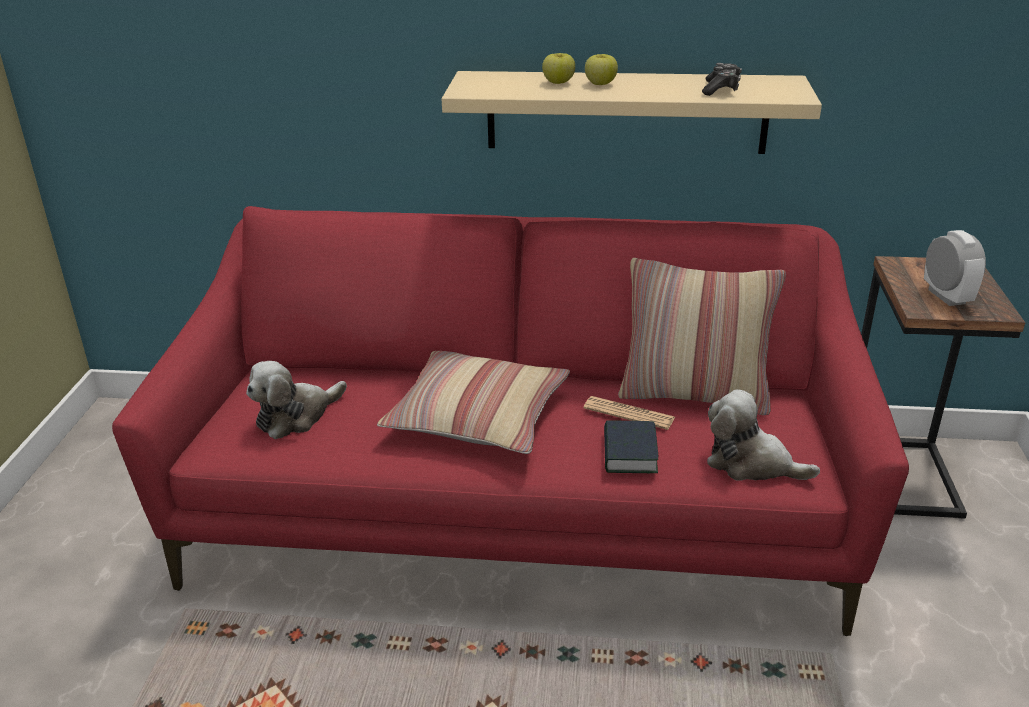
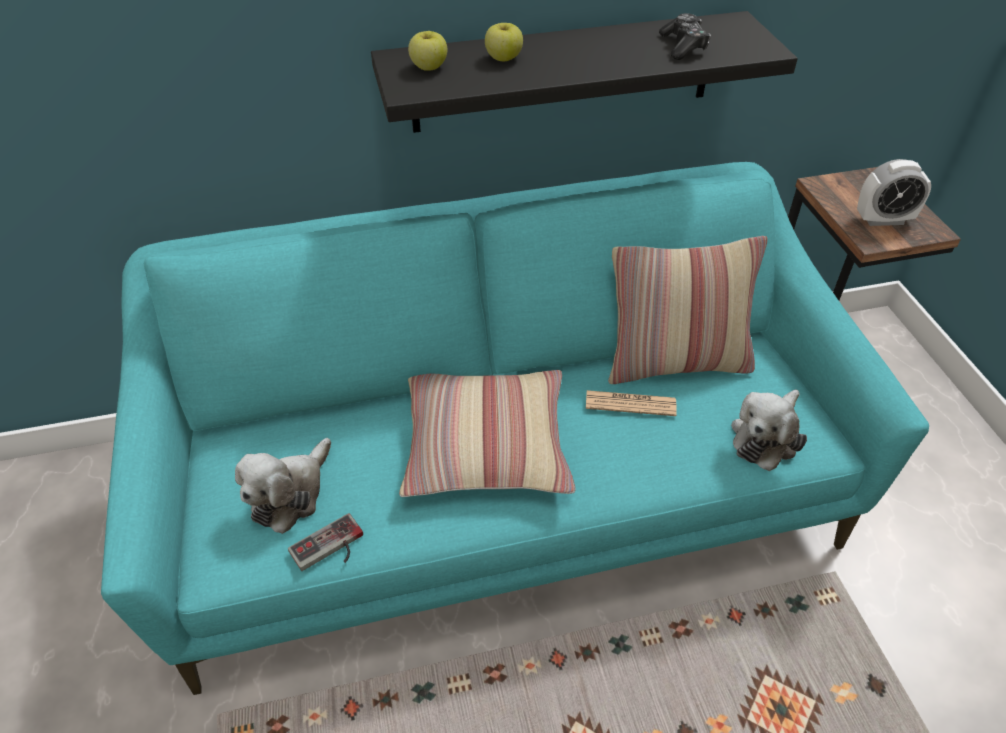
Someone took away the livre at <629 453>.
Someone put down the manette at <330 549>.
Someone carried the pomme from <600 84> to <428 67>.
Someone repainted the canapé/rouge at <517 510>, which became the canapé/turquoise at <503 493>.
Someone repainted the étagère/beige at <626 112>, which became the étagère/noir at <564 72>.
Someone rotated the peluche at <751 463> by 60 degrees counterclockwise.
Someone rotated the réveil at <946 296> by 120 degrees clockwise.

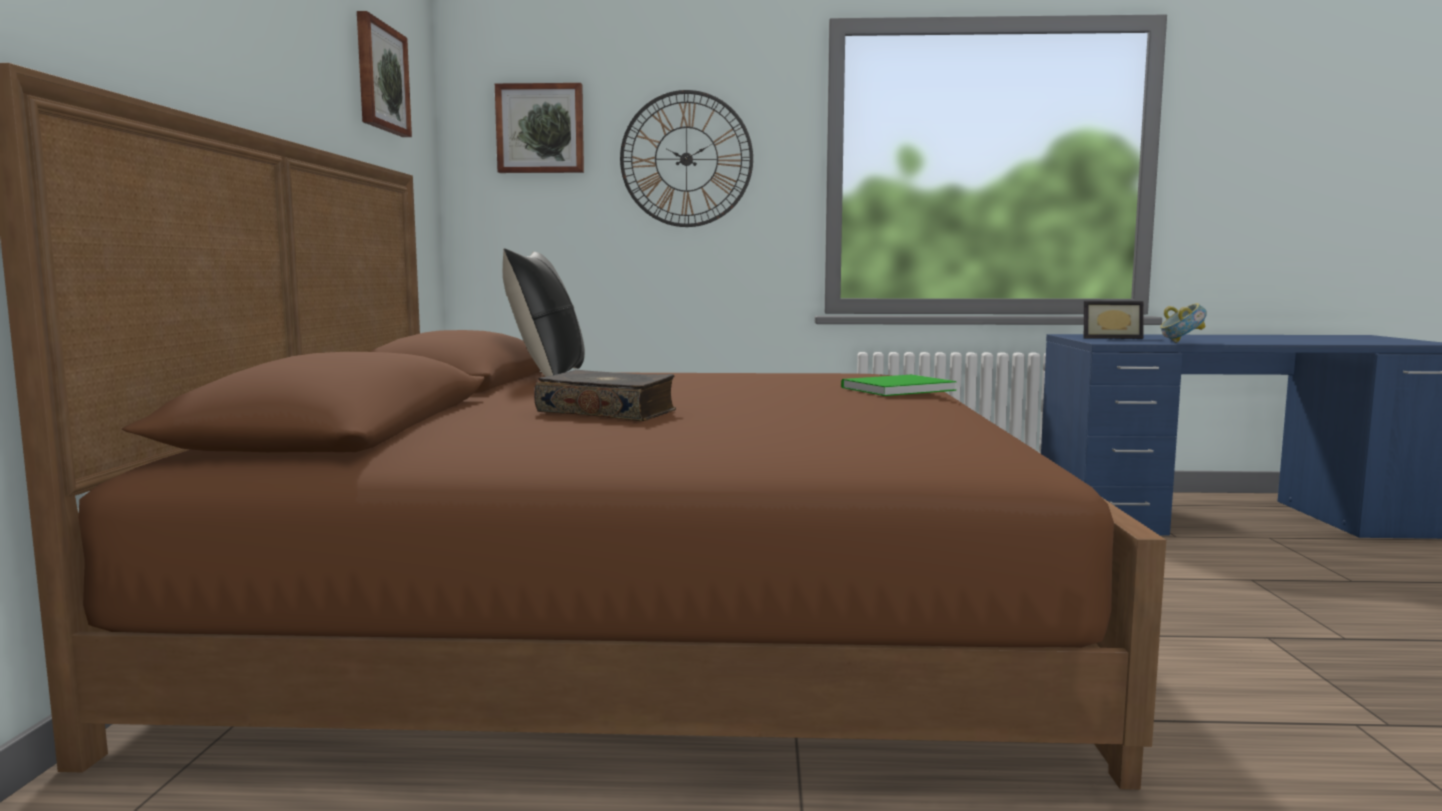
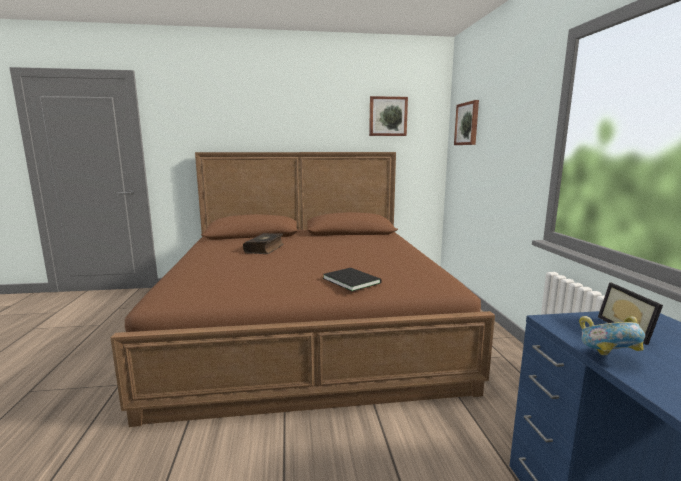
Someone took away the coussin/noir at <548 375>.
Someone took away the horloge murale at <686 159>.
Someone repainted the livre/vert at <894 389>, which became the livre/noir at <351 280>.

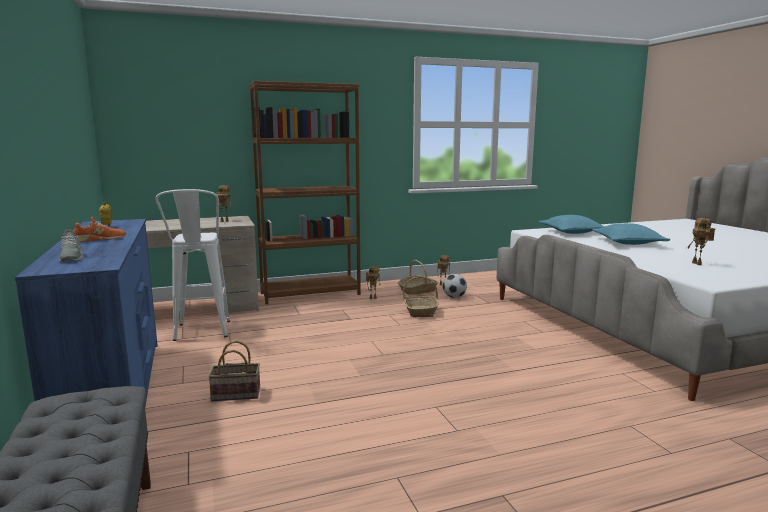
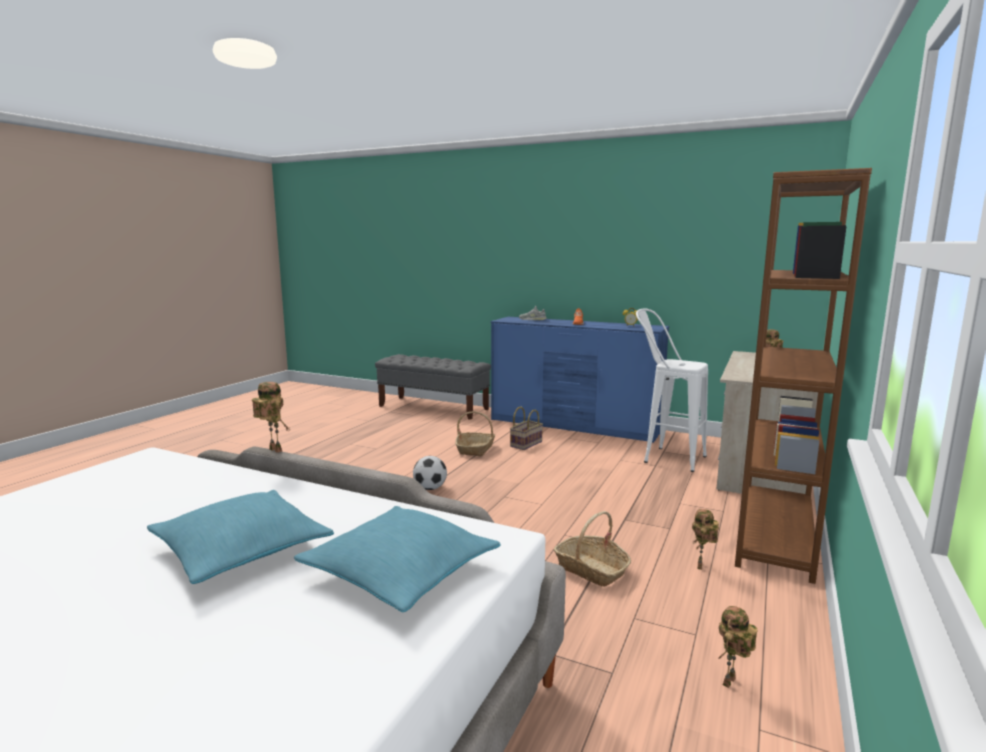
Someone carried the panier from <417 290> to <475 449>.
Someone carried the ballon de foot from <454 297> to <430 488>.
Someone carried the robot jouet from <698 264> to <273 450>.

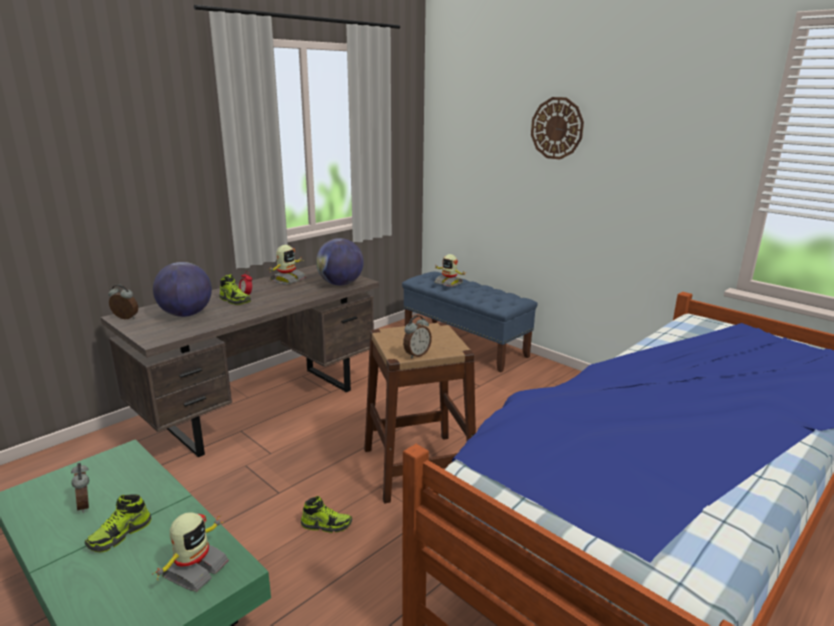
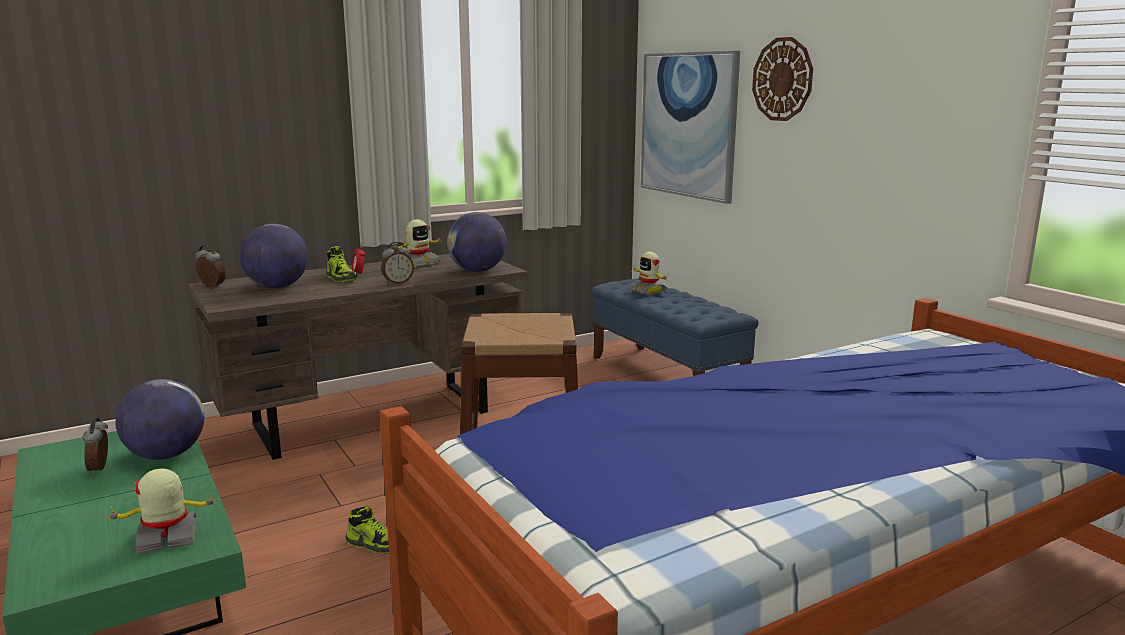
Someone took away the chaussure at <120 535>.
Someone put down the globe at <166 455>.
Someone put up the tableau at <688 125>.
Someone carried the réveil from <416 354> to <398 282>.
Someone rotated the robot jouet at <194 569> by 150 degrees counterclockwise.

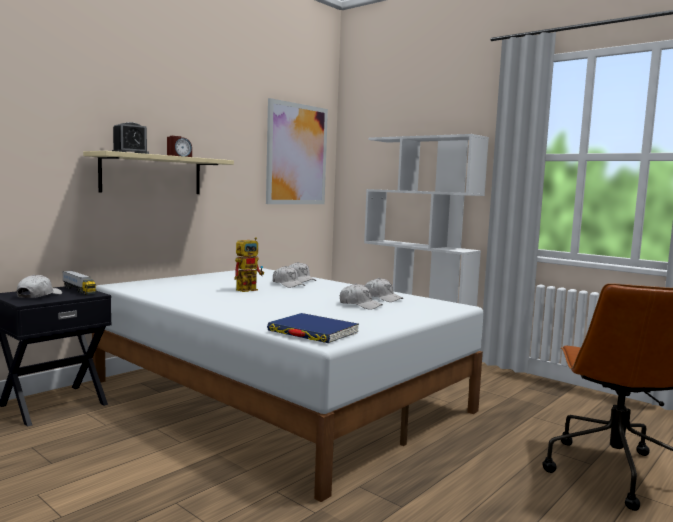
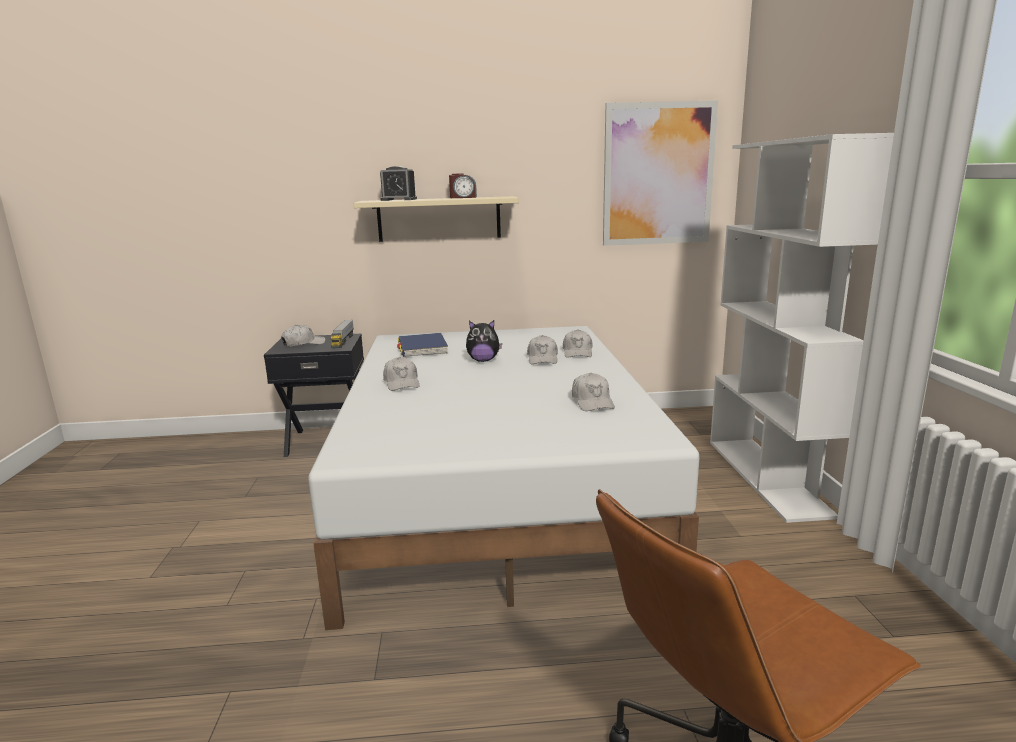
Someone carried the livre/bleu from <313 332> to <422 348>.
Someone carried the casquette/blanc from <360 305> to <402 383>.
Someone swapped the robot jouet at <249 289> for the peluche at <483 360>.

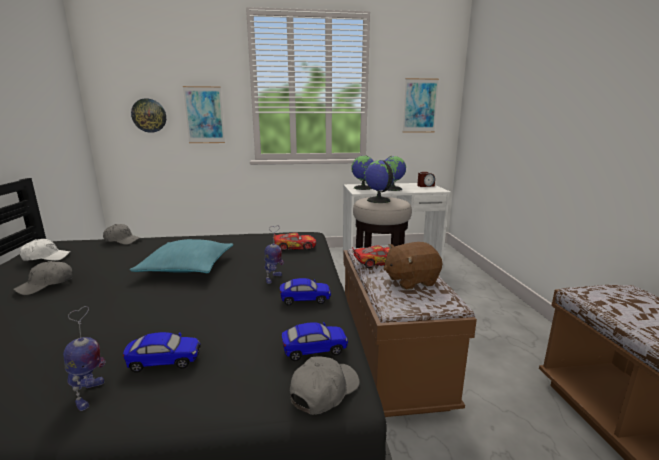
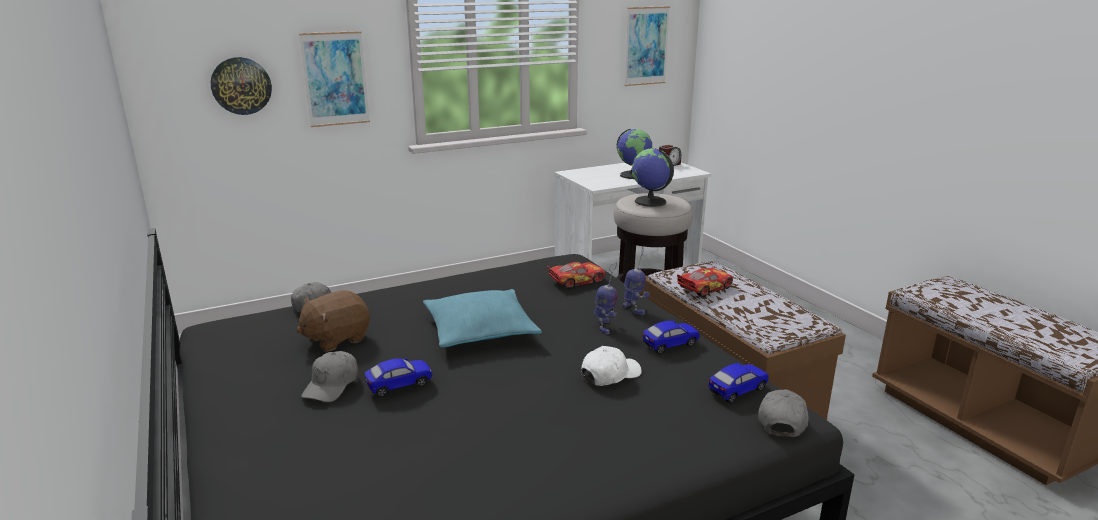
Someone took away the globe at <363 188>.
Someone carried the casquette/blanc from <46 257> to <610 374>.
Someone carried the robot jouet from <90 395> to <634 309>.
Someone carried the petite voiture from <165 361> to <399 385>.
Someone carried the peluche/marron from <410 281> to <336 339>.

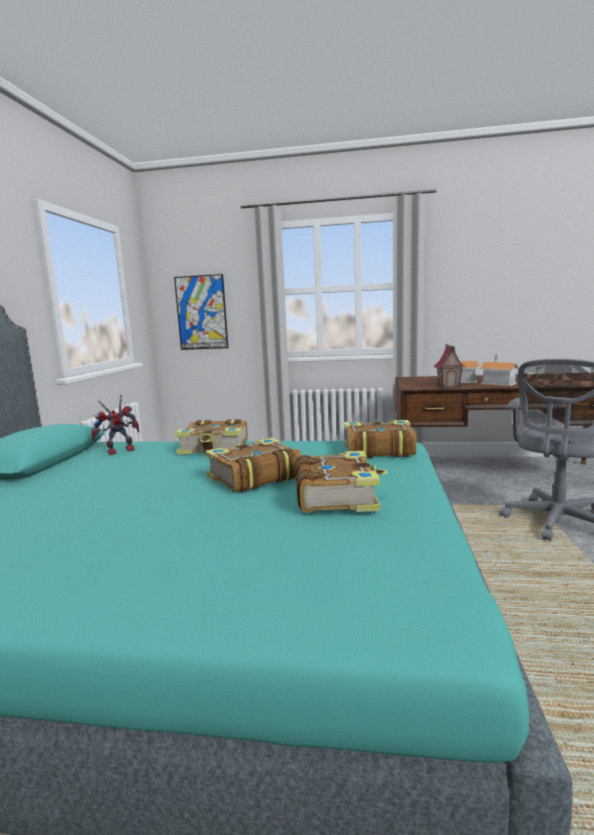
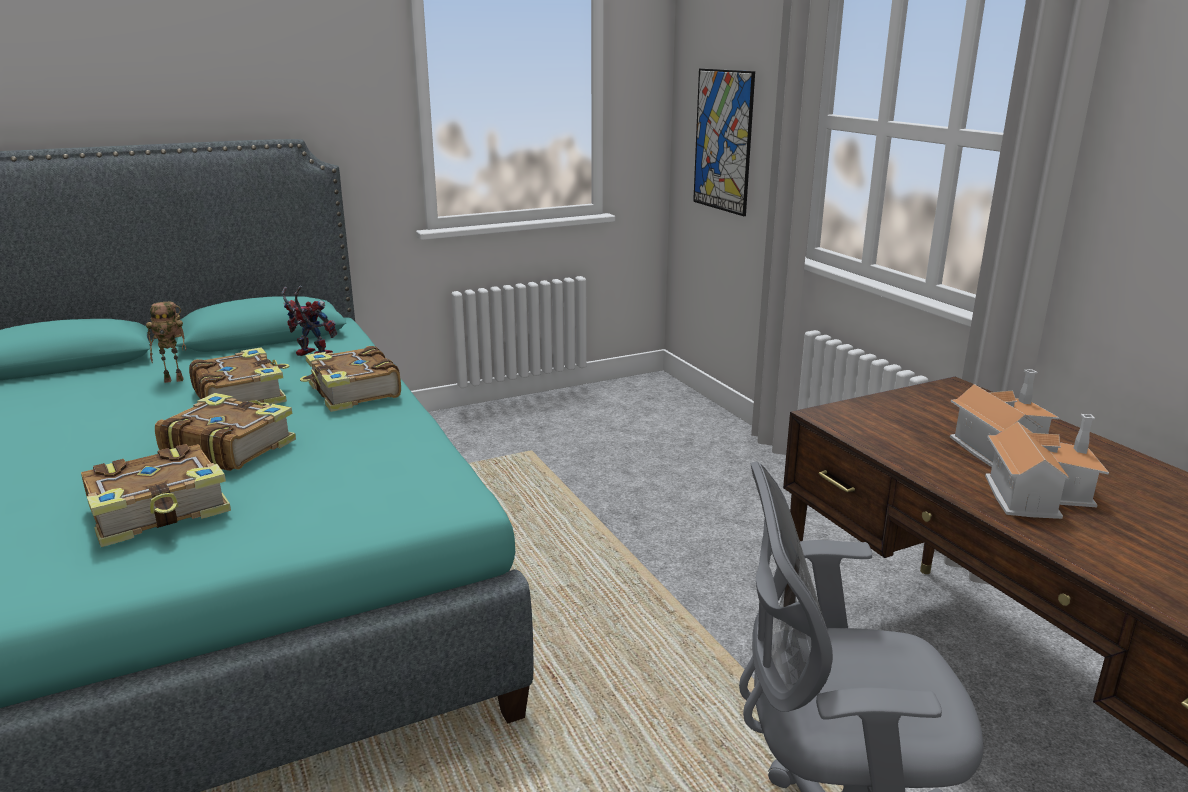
Someone took away the maison miniature at <449 386>.
Someone put down the robot jouet at <175 379>.
Someone carried the livre from <378 450> to <241 395>.

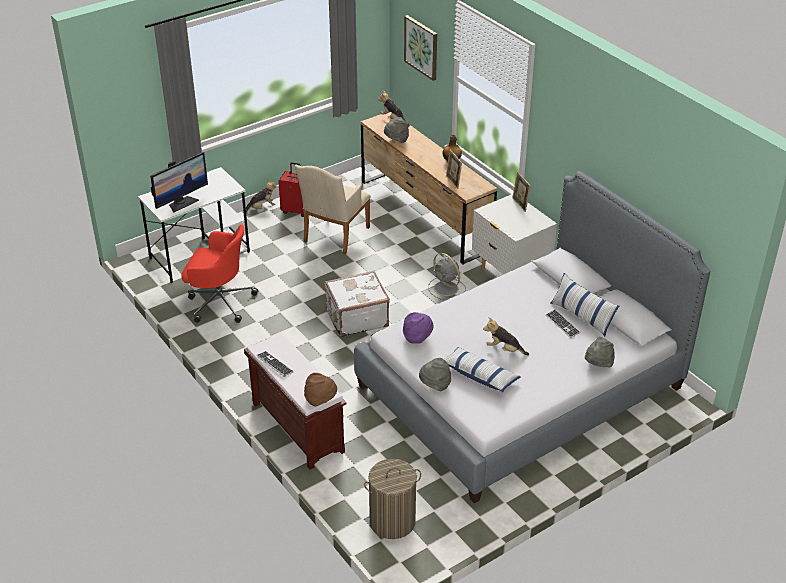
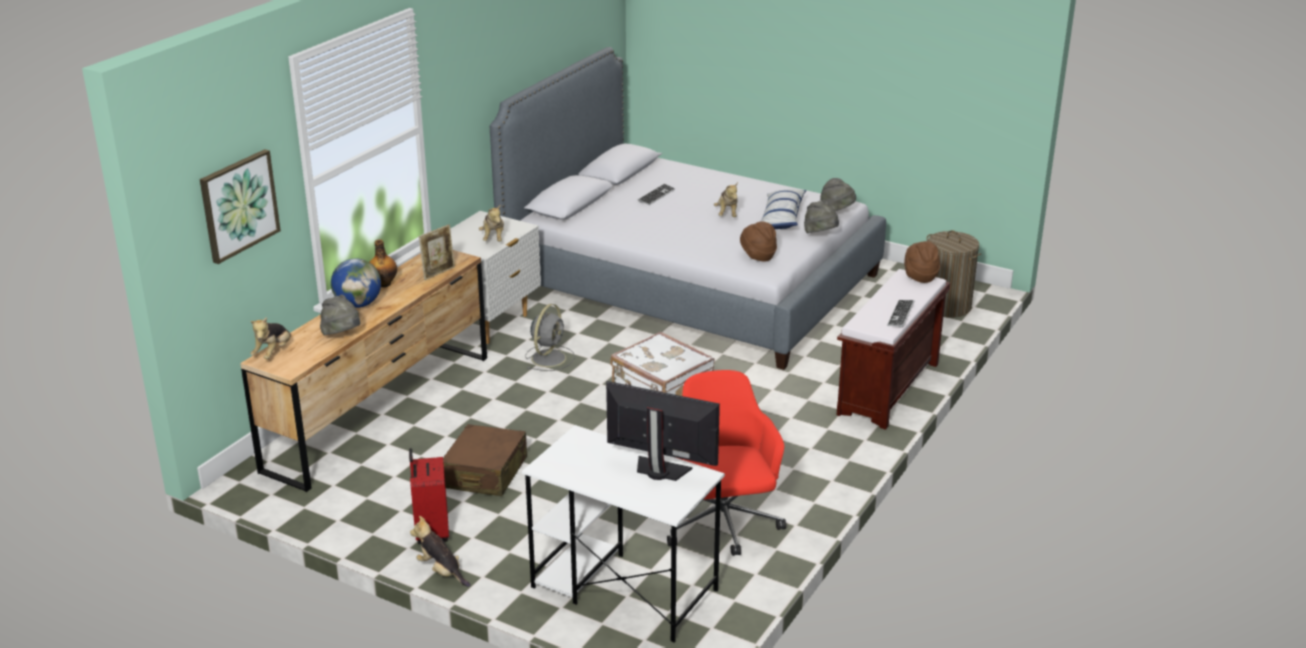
Someone took away the cadre photo at <520 204>.
Someone took away the coussin at <582 316>.
Someone put down the globe at <358 304>.
Someone put down the peluche at <493 238>.
Someone carried the chapeau/gris from <598 365> to <836 212>.
Someone swapped the fauteuil/beige at <334 237> for the valise/marron at <484 473>.
Someone repainted the chapeau/violet at <417 337>, which became the chapeau/marron at <758 256>.

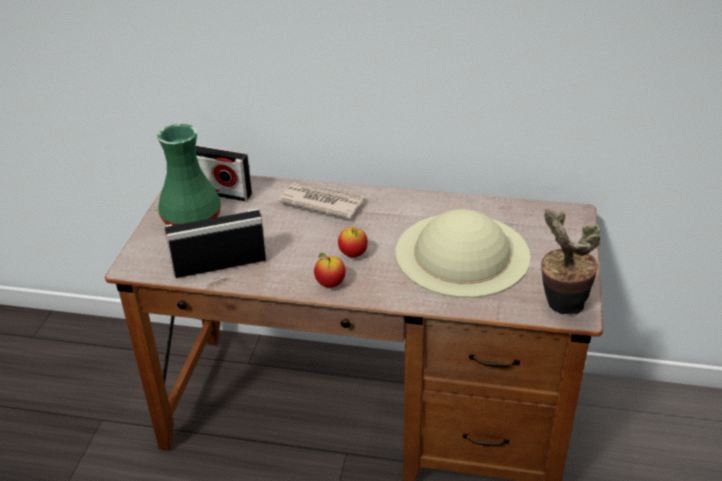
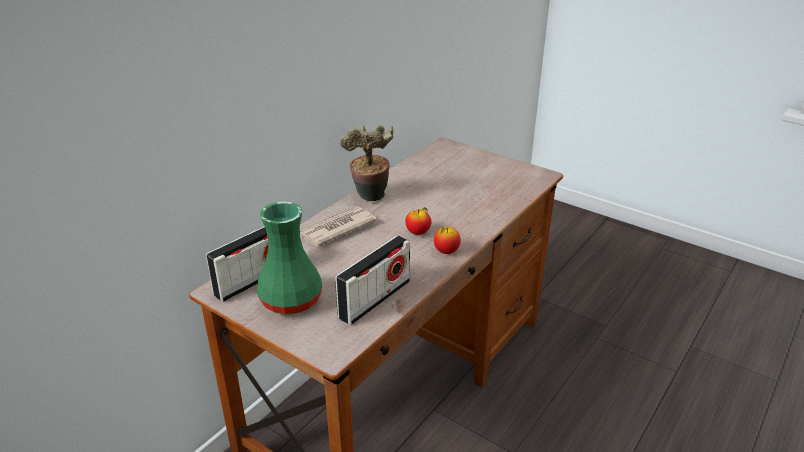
Someone took away the chapeau/beige at <462 253>.
Someone carried the plante en pot from <560 305> to <370 198>.
Someone rotated the radio at <219 264> by 150 degrees counterclockwise.

